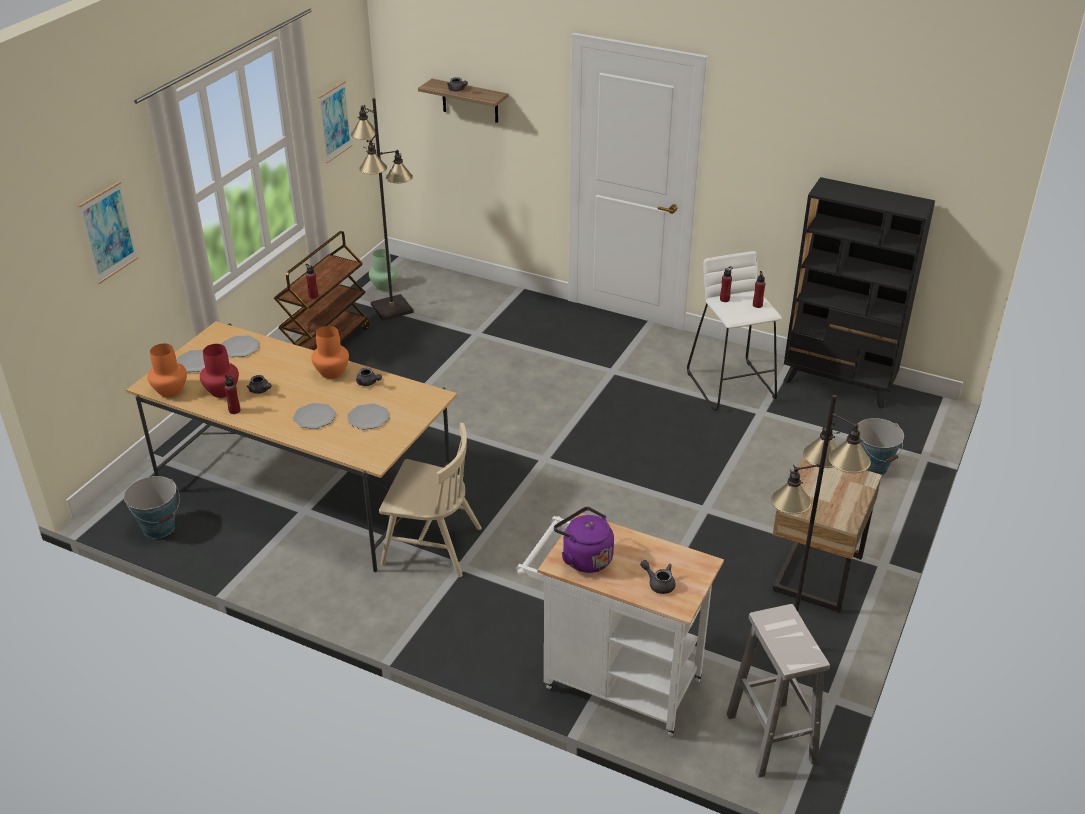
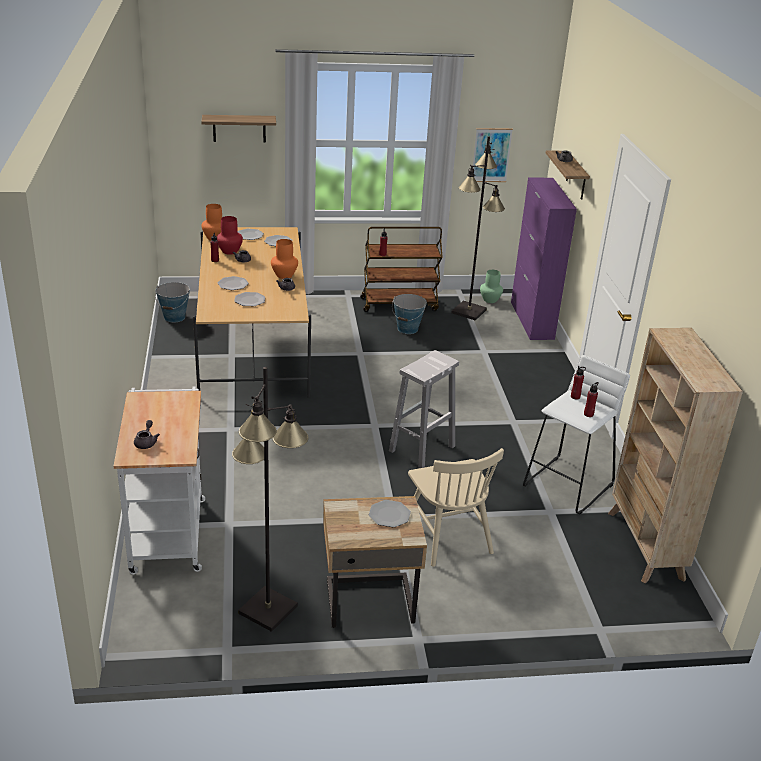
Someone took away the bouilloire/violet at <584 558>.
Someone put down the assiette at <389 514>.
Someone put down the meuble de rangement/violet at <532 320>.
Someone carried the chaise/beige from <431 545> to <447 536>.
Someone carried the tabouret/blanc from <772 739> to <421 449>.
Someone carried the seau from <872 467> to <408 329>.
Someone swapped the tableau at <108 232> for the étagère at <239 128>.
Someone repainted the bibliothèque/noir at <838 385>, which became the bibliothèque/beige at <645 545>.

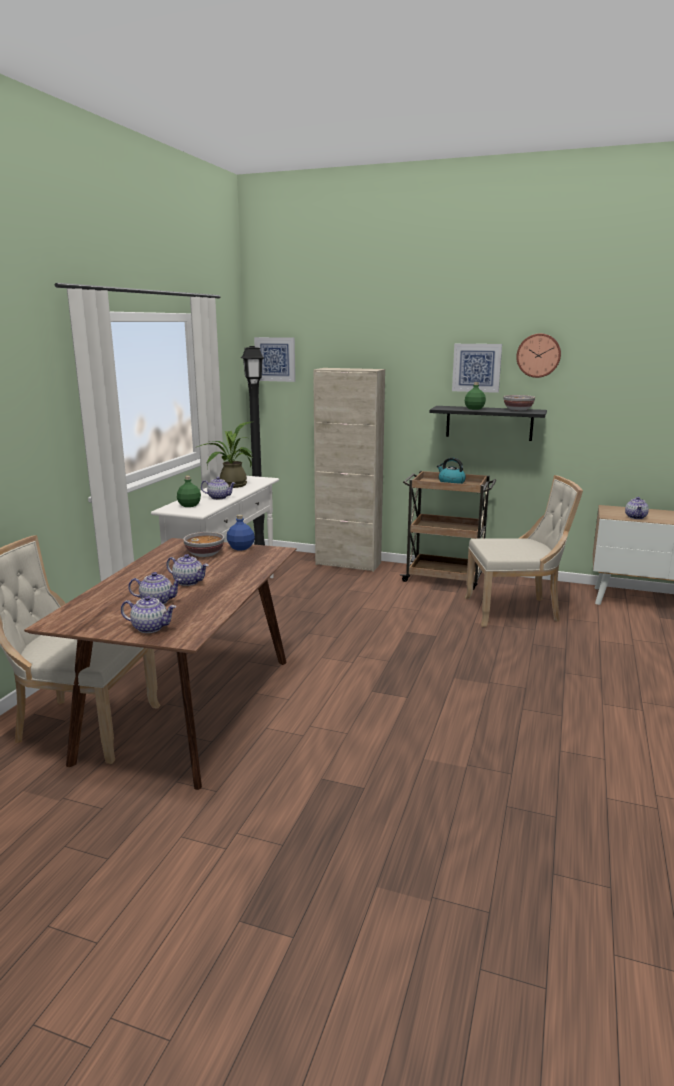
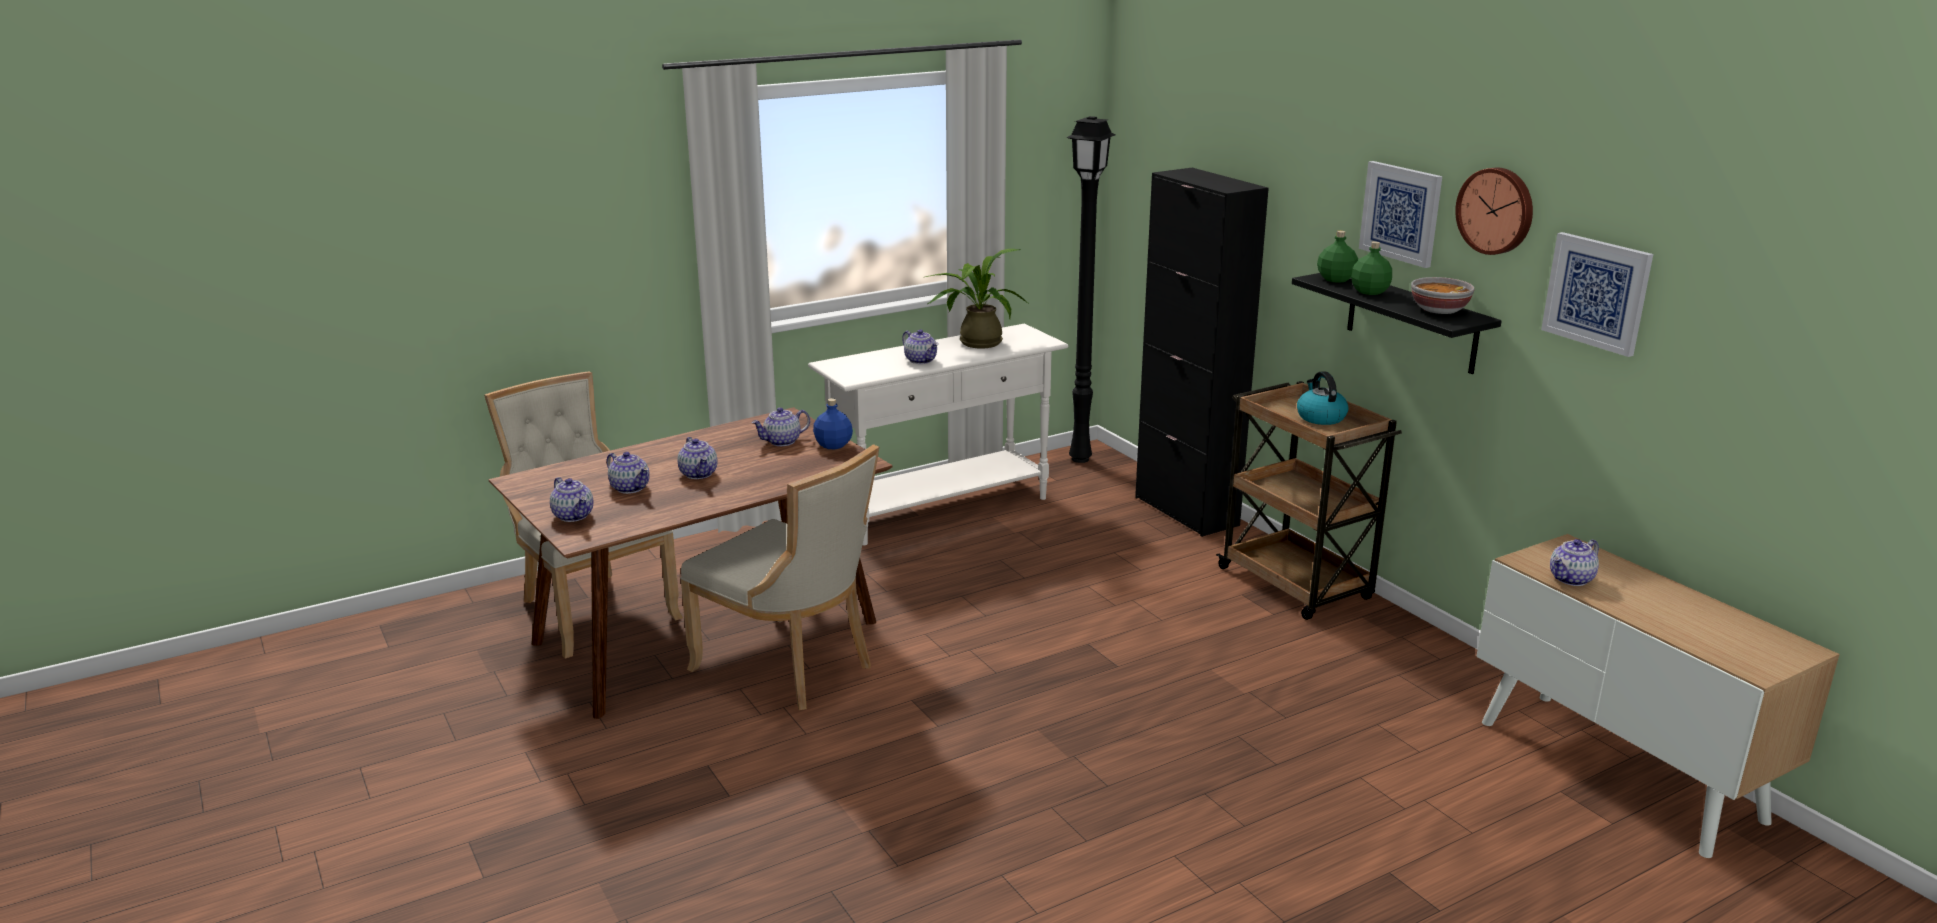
Someone carried the bouteille/vert from <189 505> to <1336 279>.
Someone carried the tableau from <275 359> to <1597 293>.
Someone carried the chaise/beige from <515 611> to <790 667>.
Someone swapped the bol at <205 554> for the théière at <782 442>.
Someone repainted the meuble de rangement/beige at <348 564>, which became the meuble de rangement/noir at <1186 511>.

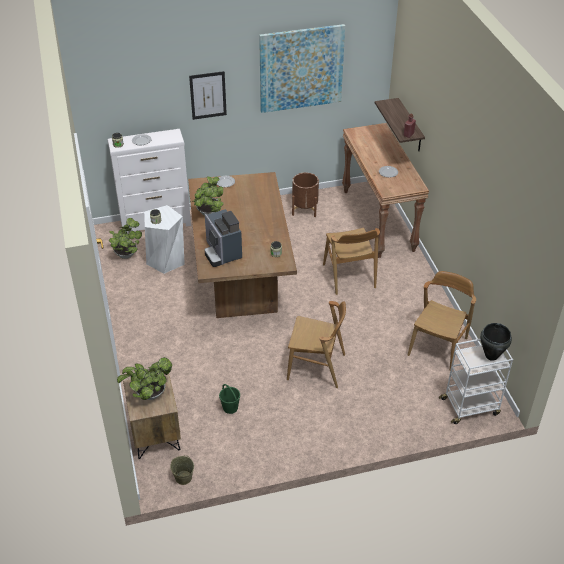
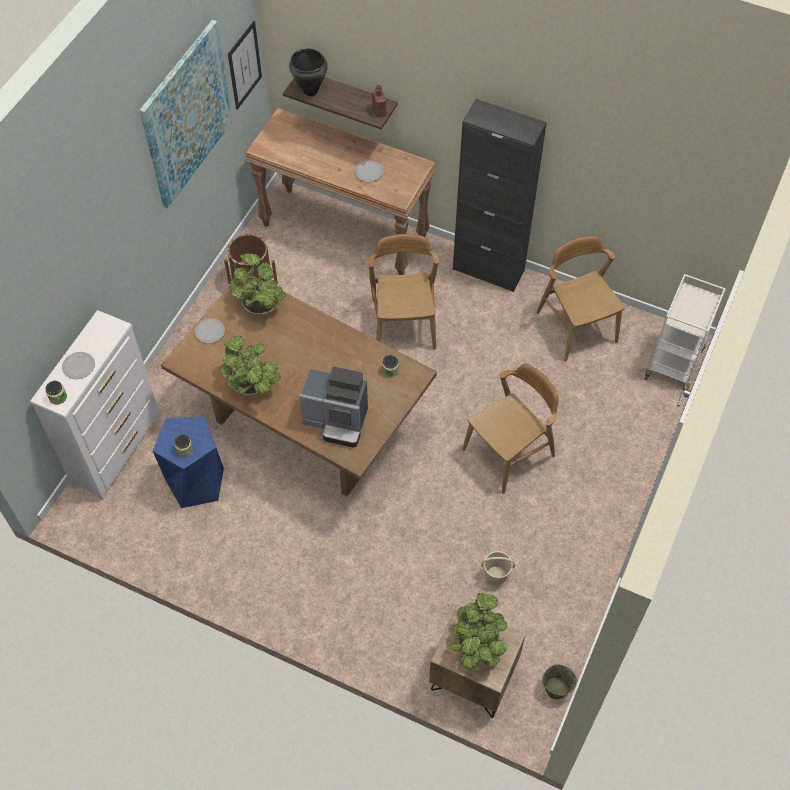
Someone put down the meuble de rangement/noir at <488 270>.
Someone carried the plante en pot from <127 253> to <260 305>.
Someone carried the tableau from <208 95> to <244 65>.
Someone carried the marmite/noir from <491 356> to <310 91>.
Someone repainted the tabouret/blanc at <166 260>, which became the tabouret/bleu at <196 482>.
Someone repainted the seau/vert at <230 408>, which became the seau/beige at <496 575>.
Someone rotated the chaise/marron at <349 276> by 120 degrees counterclockwise.

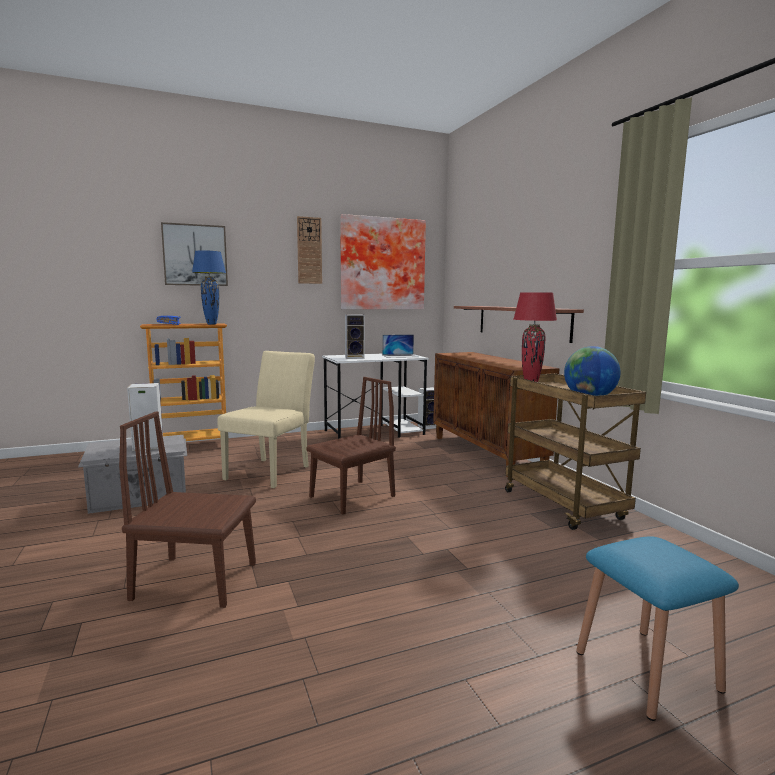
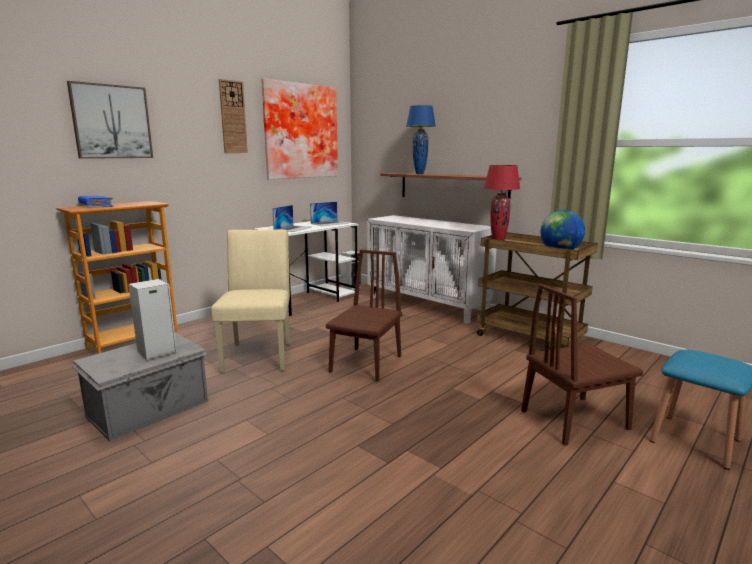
Someone carried the chaise/marron from <196 581> to <574 419>.
Someone carried the lampe de table/bleu from <211 324> to <419 174>.
Someone swapped the enceinte at <355 357> for the ordinateur portable at <293 228>.
Someone repainted the meuble de rangement/marron at <487 453>, which became the meuble de rangement/blanc at <427 305>.

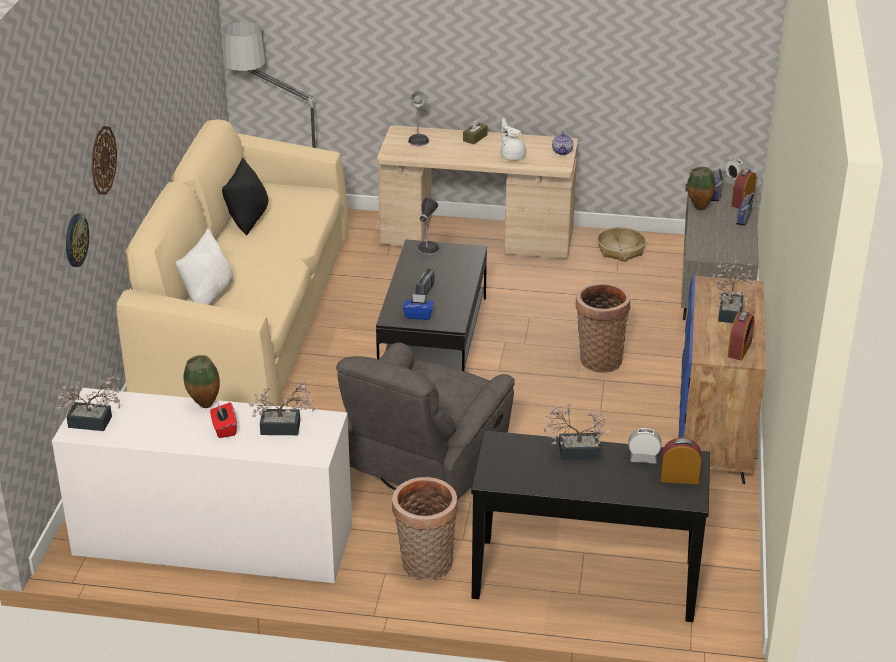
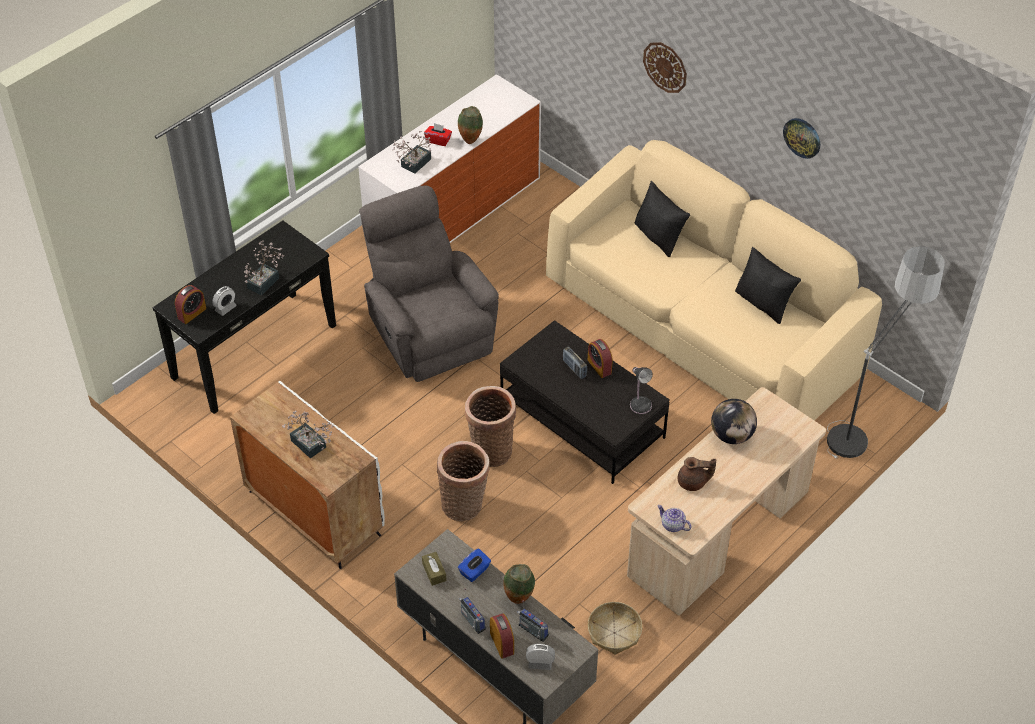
Someone took away the plante en pot at <95 423>.
Someone took away the lampe de table at <418 140>.
Someone put down the globe at <731 435>.
Someone carried the horloge murale from <75 240> to <802 137>.
Someone carried the panier from <425 566> to <491 449>.
Someone carried the boîte à mouchoirs/bleu from <418 315> to <475 571>.
Someone carried the boîte à mouchoirs/marron from <475 138> to <434 572>.
Someone carried the réveil from <739 349> to <599 366>.
Someone repainted the coussin/blanc at <208 295>, which became the coussin/noir at <658 237>.
Someone repainted the théière/blanc at <512 156>, which became the théière/marron at <693 482>.
Someone repainted the meuble de rangement/bleu at <714 434>, which became the meuble de rangement/blanc at <313 513>.

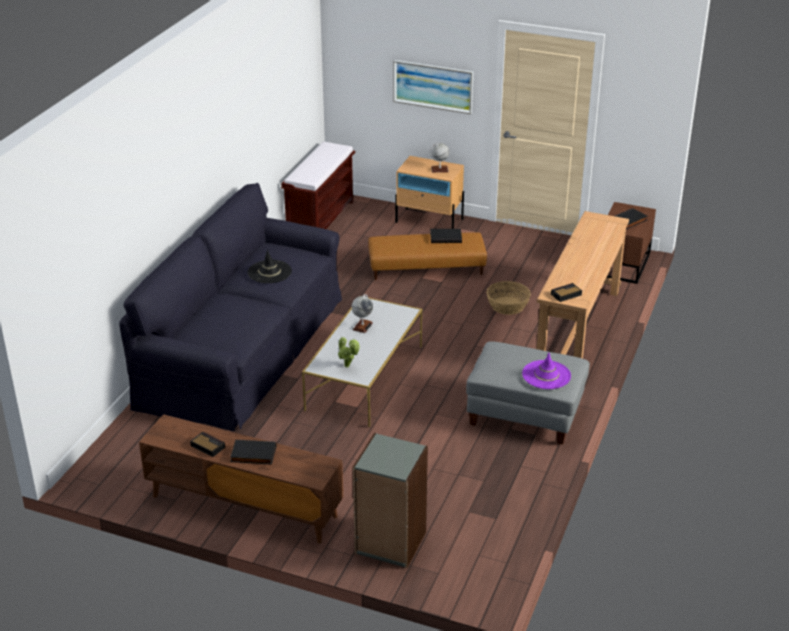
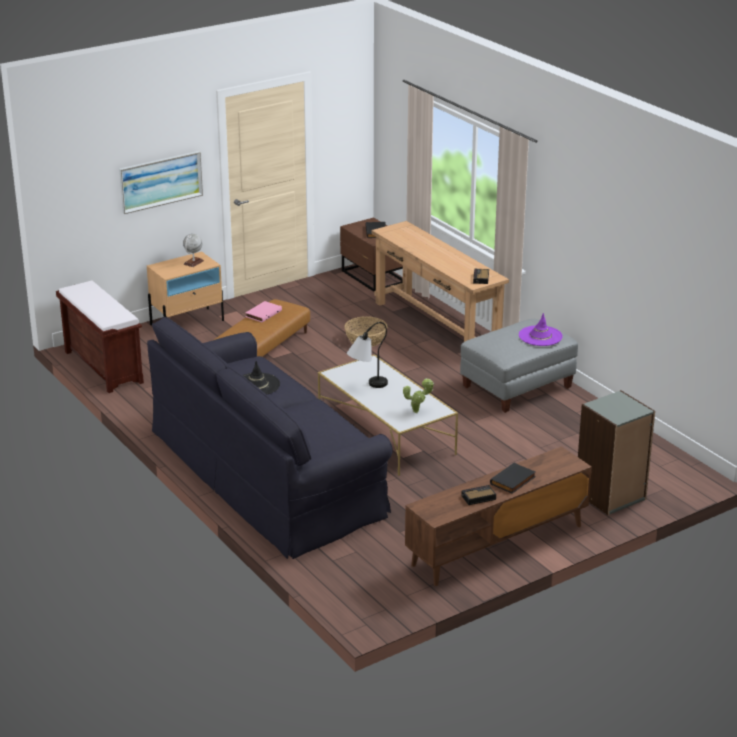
Someone swapped the globe at <362 326> for the lampe de table at <366 386>.
Someone repainted the livre/noir at <446 237>, which became the livre/rose at <263 313>.

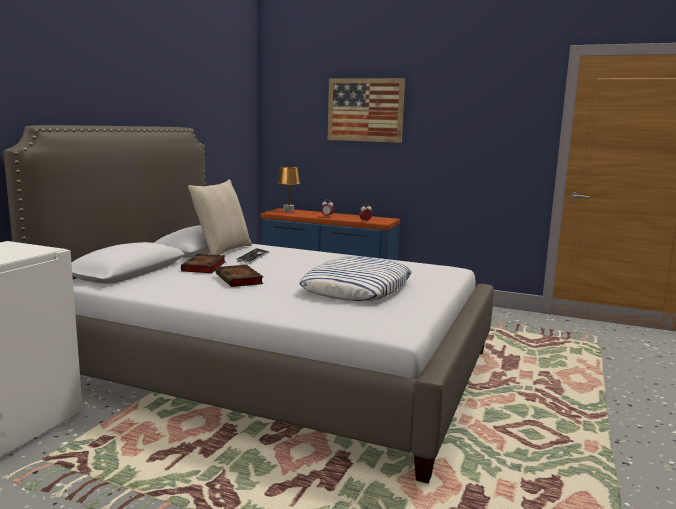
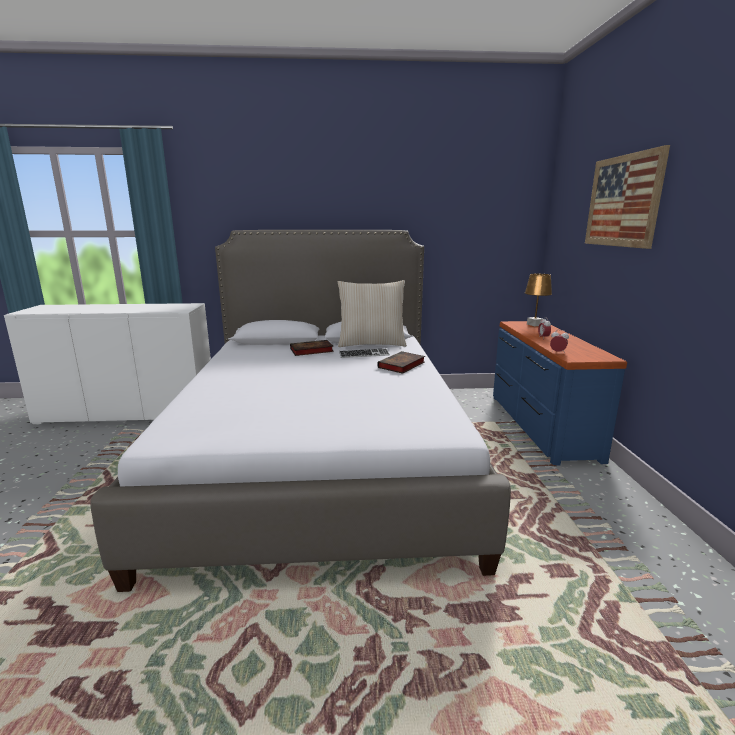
Someone took away the coussin at <357 288>.
Someone carried the livre from <240 279> to <401 365>.

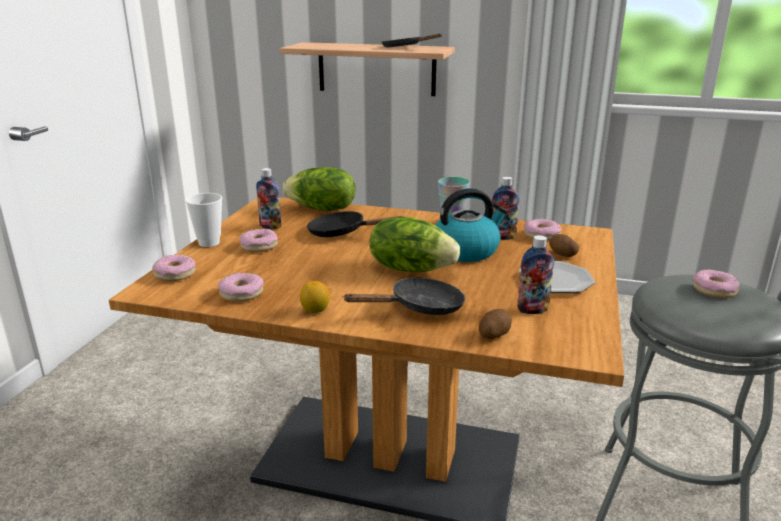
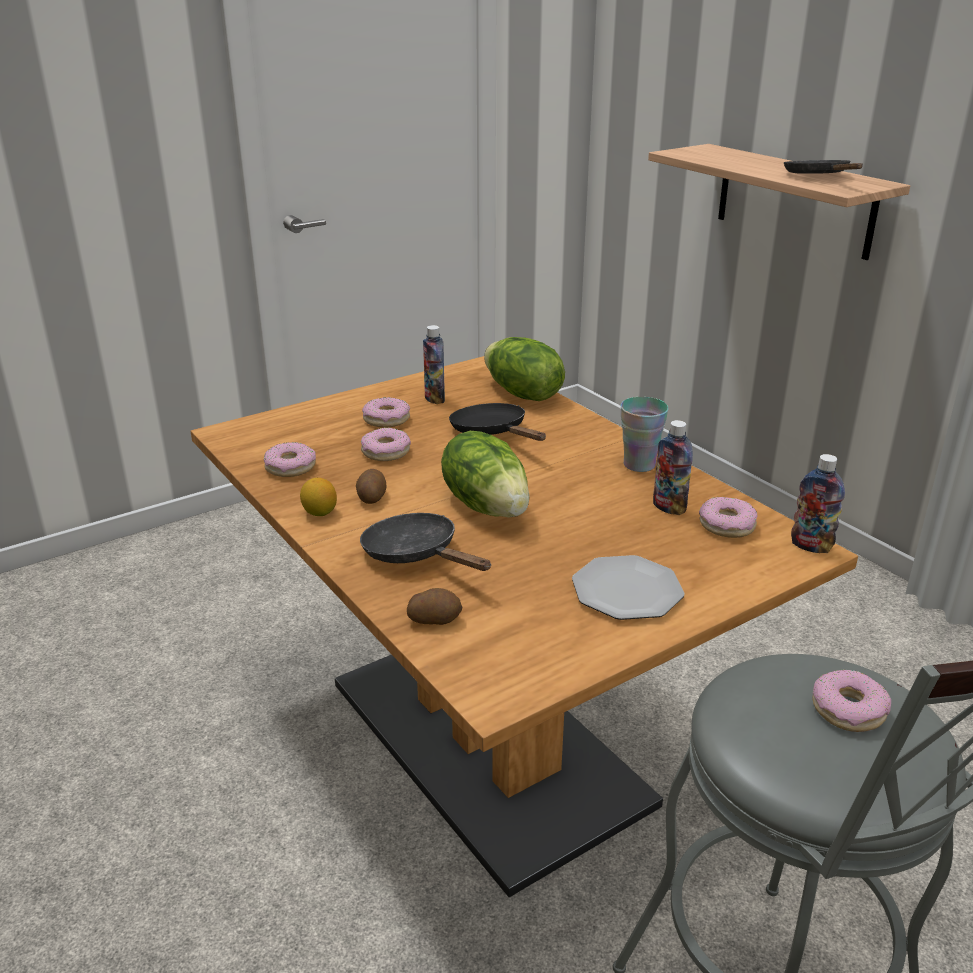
Someone took away the tasse at <209 243>.
Someone took away the bouilloire at <466 251>.
Someone carried the beignet from <175 274> to <385 452>.
Someone carried the bouteille from <532 310> to <811 546>.
Someone carried the pomme de terre from <562 254> to <371 497>.
Someone rotated the poêle/noir at <420 307> by 150 degrees counterclockwise.

